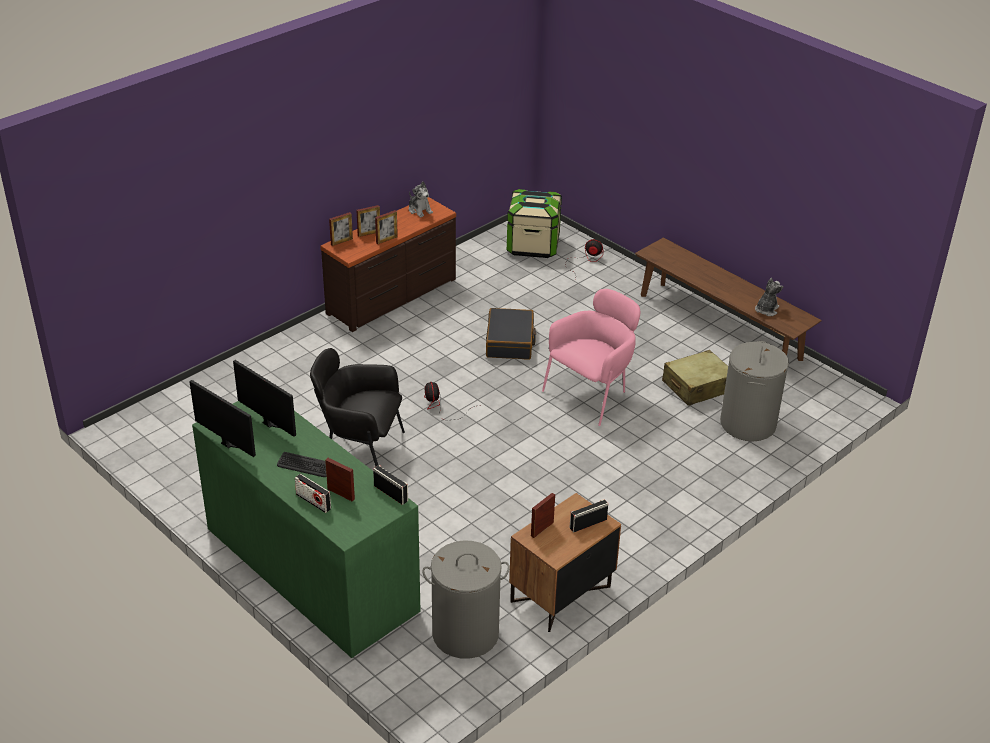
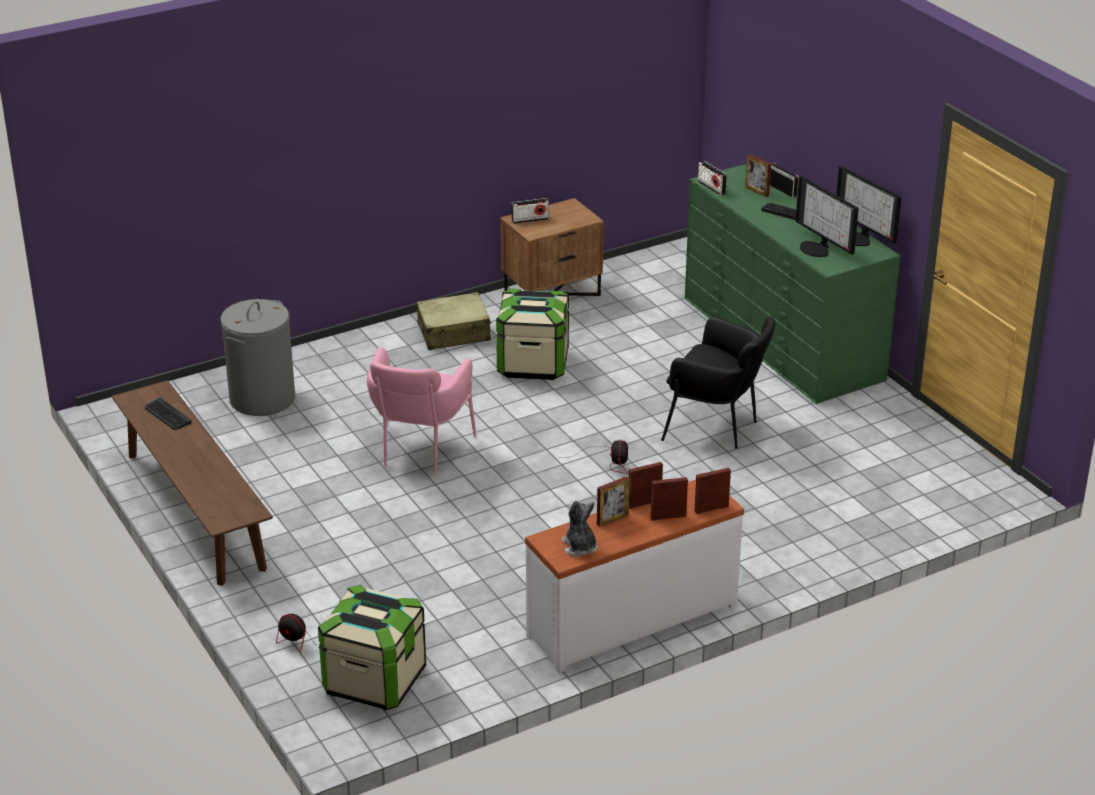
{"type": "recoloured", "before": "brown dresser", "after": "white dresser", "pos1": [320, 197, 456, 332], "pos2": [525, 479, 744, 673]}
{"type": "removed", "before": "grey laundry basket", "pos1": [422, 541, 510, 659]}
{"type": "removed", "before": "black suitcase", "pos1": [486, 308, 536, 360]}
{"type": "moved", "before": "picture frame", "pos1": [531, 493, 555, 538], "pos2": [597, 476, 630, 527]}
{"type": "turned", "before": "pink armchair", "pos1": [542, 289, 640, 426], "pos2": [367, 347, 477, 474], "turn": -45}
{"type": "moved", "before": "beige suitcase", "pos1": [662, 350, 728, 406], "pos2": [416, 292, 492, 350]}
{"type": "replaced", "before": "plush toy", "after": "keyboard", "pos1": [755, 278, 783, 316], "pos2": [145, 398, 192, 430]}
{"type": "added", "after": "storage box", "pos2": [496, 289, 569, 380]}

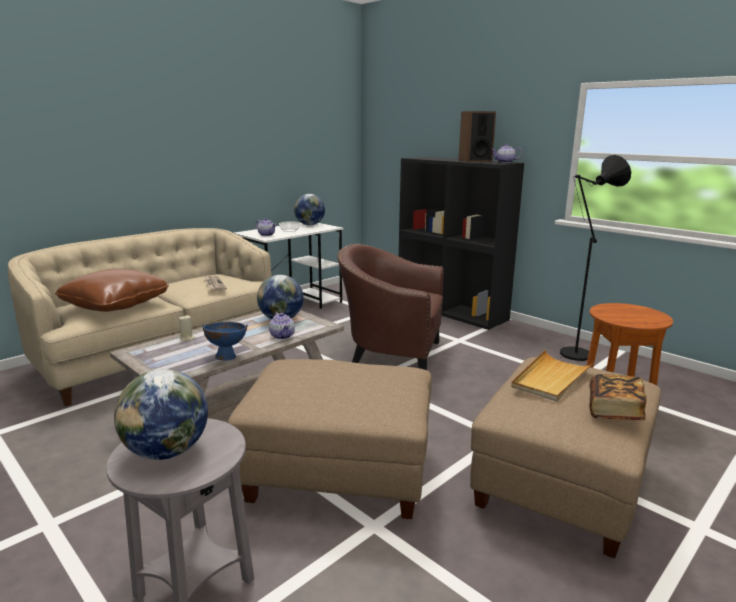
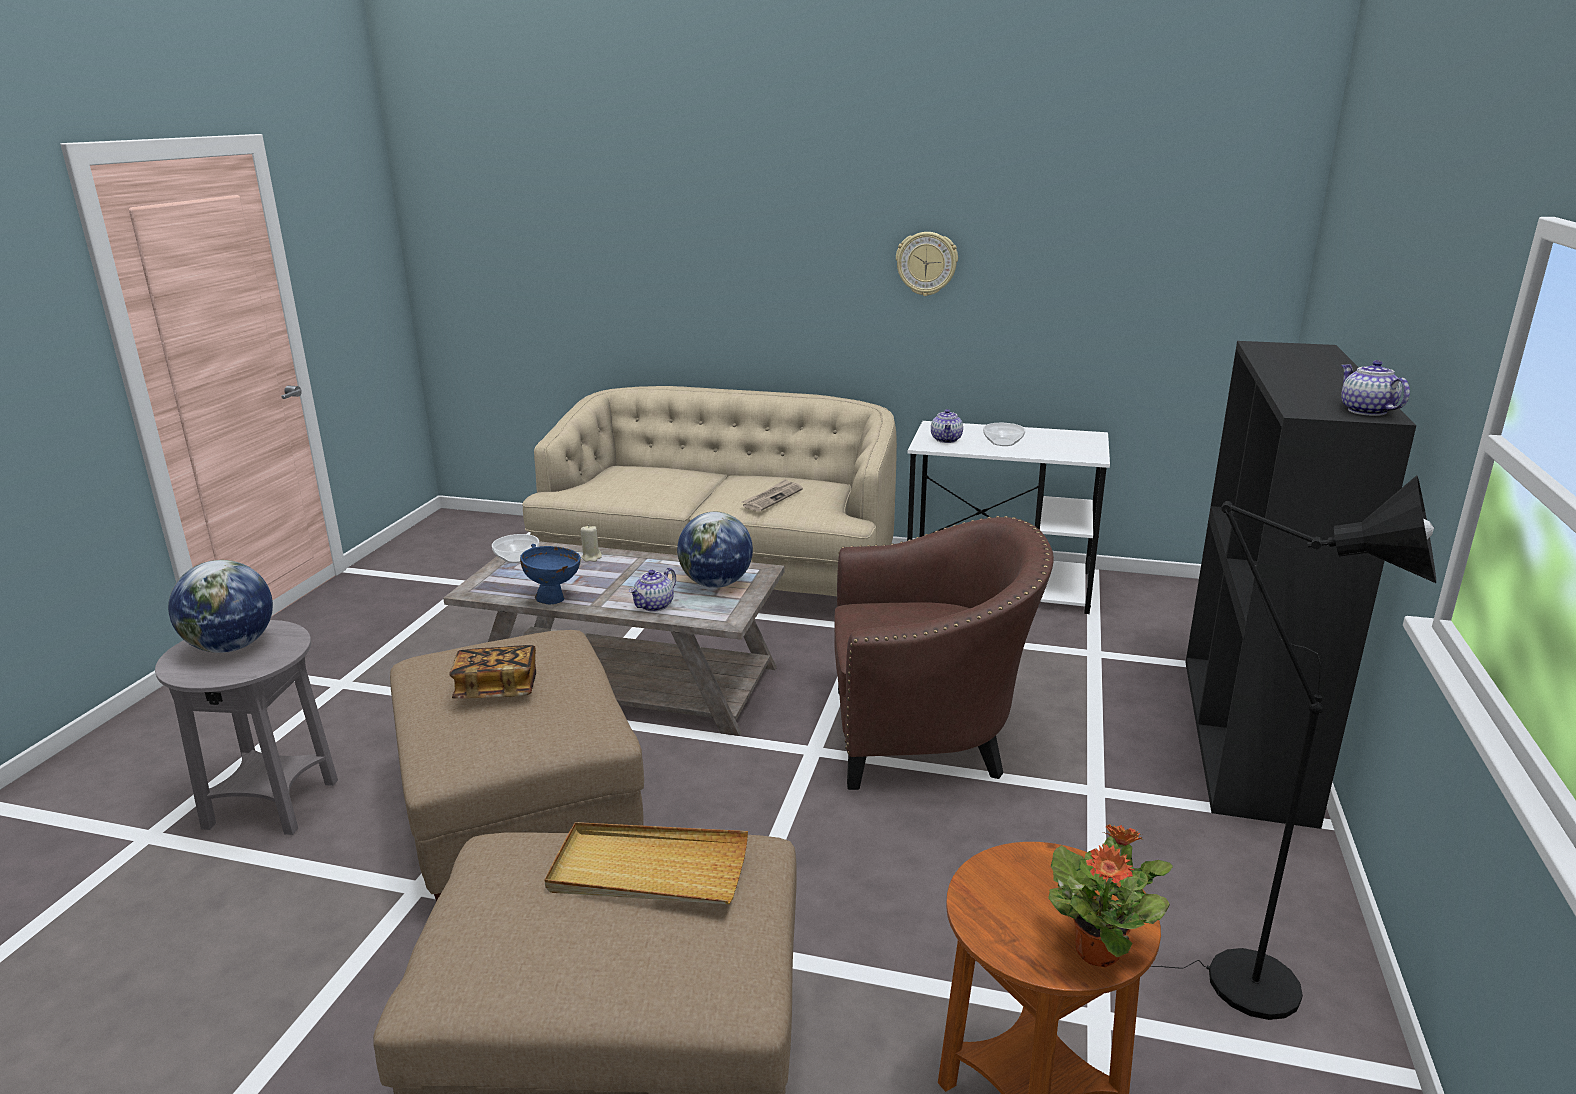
{"type": "removed", "before": "brown pillow", "pos1": [55, 269, 169, 312]}
{"type": "removed", "before": "globe", "pos1": [294, 194, 325, 225]}
{"type": "turned", "before": "brown armchair", "pos1": [337, 244, 444, 370], "pos2": [834, 516, 1054, 790], "turn": 105}
{"type": "removed", "before": "speaker", "pos1": [458, 111, 496, 162]}
{"type": "moved", "before": "book", "pos1": [589, 374, 646, 420], "pos2": [449, 645, 536, 699]}
{"type": "added", "after": "bowl", "pos2": [492, 534, 539, 563]}
{"type": "added", "after": "wall clock", "pos2": [896, 232, 958, 296]}
{"type": "added", "after": "potted plant", "pos2": [1048, 824, 1173, 968]}

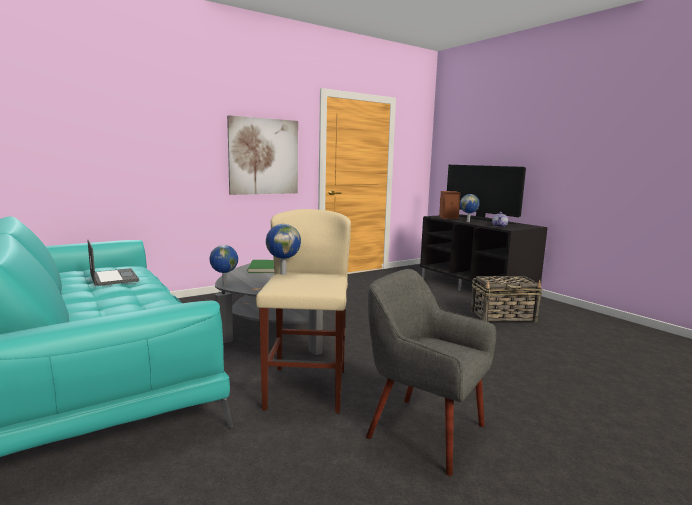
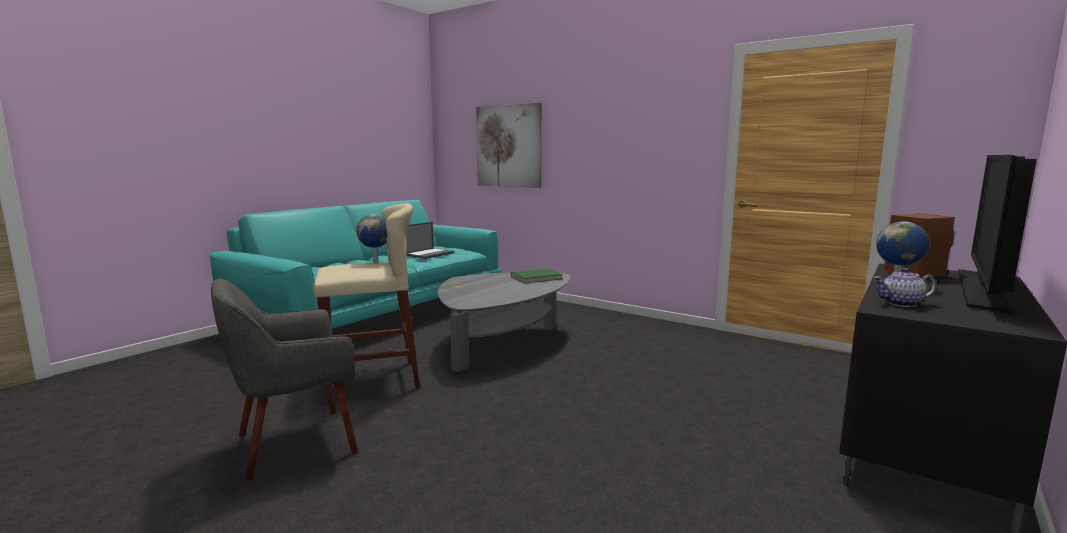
{"type": "removed", "before": "globe", "pos1": [210, 245, 238, 286]}
{"type": "moved", "before": "picture", "pos1": [227, 115, 298, 195], "pos2": [476, 103, 542, 188]}
{"type": "turned", "before": "grey armchair", "pos1": [366, 269, 496, 476], "pos2": [211, 279, 358, 481], "turn": -135}
{"type": "removed", "before": "basket", "pos1": [470, 276, 542, 322]}

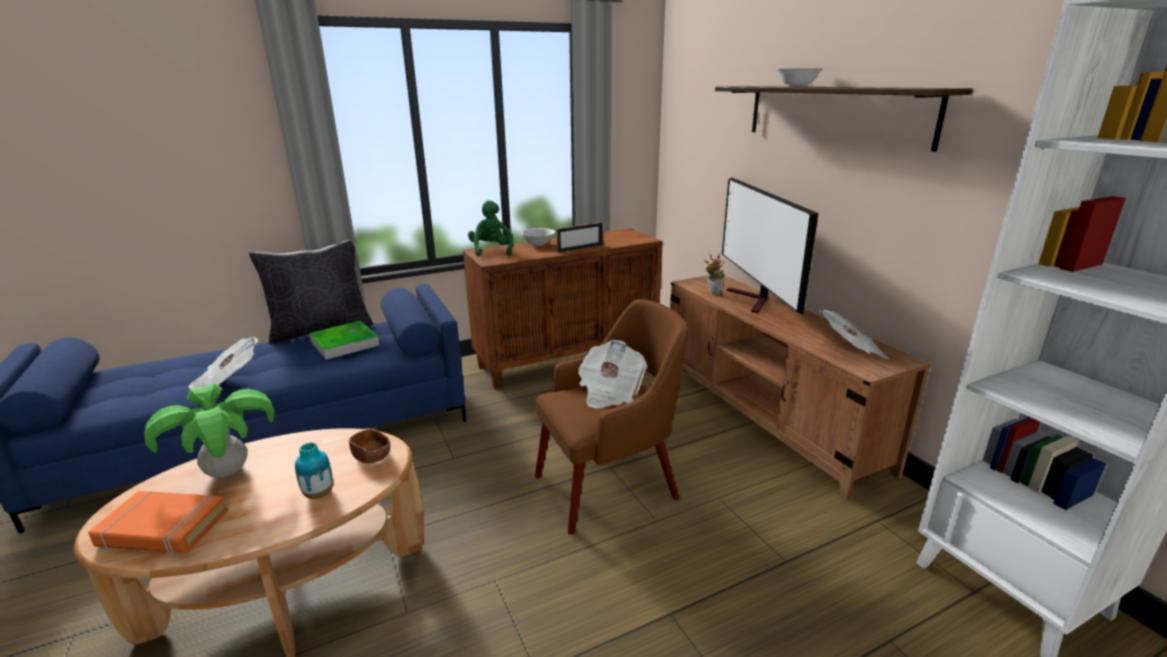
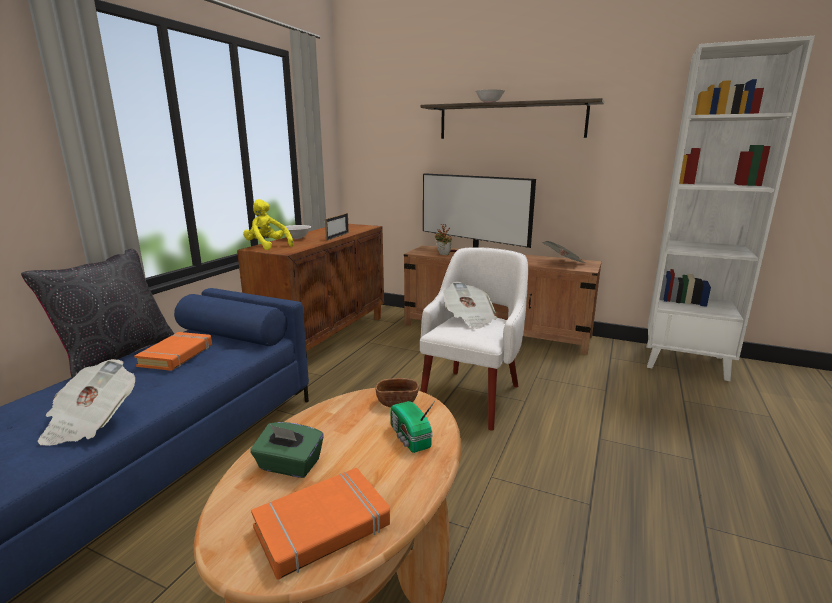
{"type": "replaced", "before": "potted plant", "after": "green tissue box", "pos1": [144, 383, 274, 478], "pos2": [250, 422, 324, 478]}
{"type": "replaced", "before": "vase", "after": "radio", "pos1": [295, 442, 333, 499], "pos2": [390, 401, 435, 453]}
{"type": "replaced", "before": "tray", "after": "orange book", "pos1": [309, 321, 379, 360], "pos2": [134, 332, 212, 371]}
{"type": "recoloured", "before": "green plush toy", "after": "yellow plush toy", "pos1": [468, 200, 514, 256], "pos2": [243, 199, 294, 250]}
{"type": "recoloured", "before": "brown armchair", "after": "white armchair", "pos1": [535, 299, 688, 535], "pos2": [420, 247, 528, 431]}

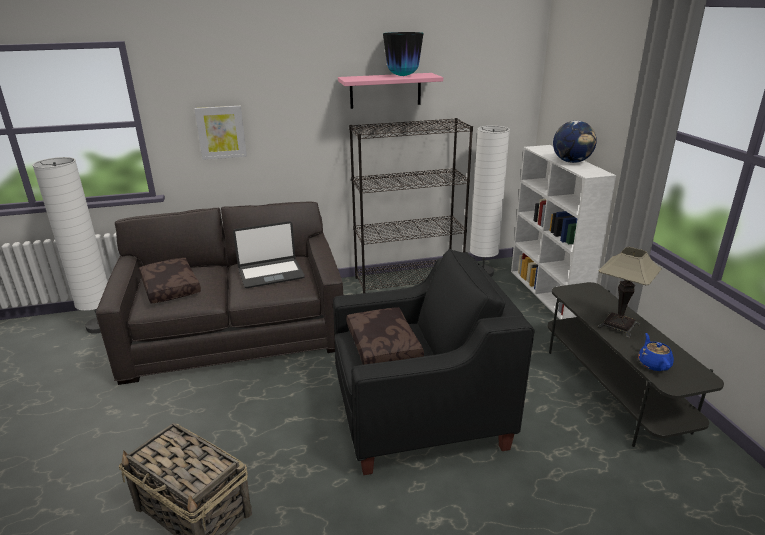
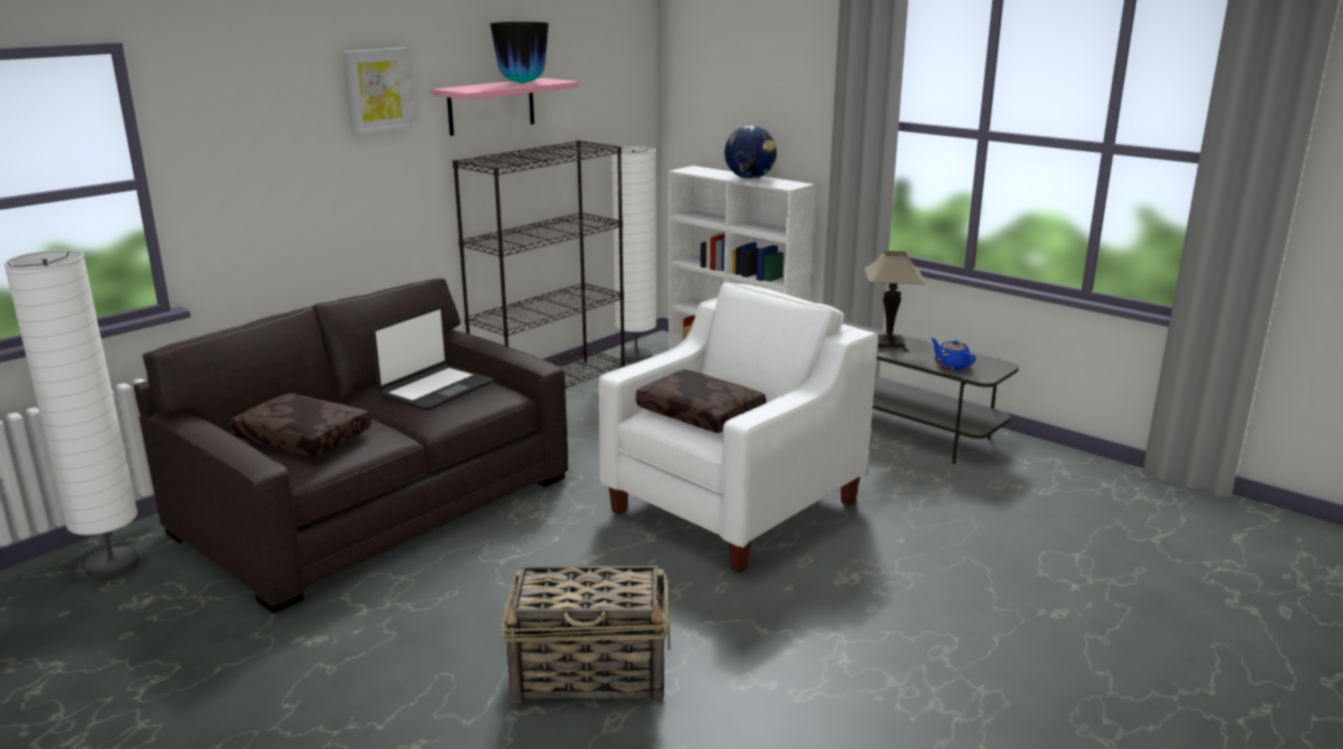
{"type": "moved", "before": "picture", "pos1": [195, 106, 247, 160], "pos2": [343, 48, 413, 135]}
{"type": "recoloured", "before": "black armchair", "after": "white armchair", "pos1": [333, 249, 534, 475], "pos2": [599, 282, 878, 573]}

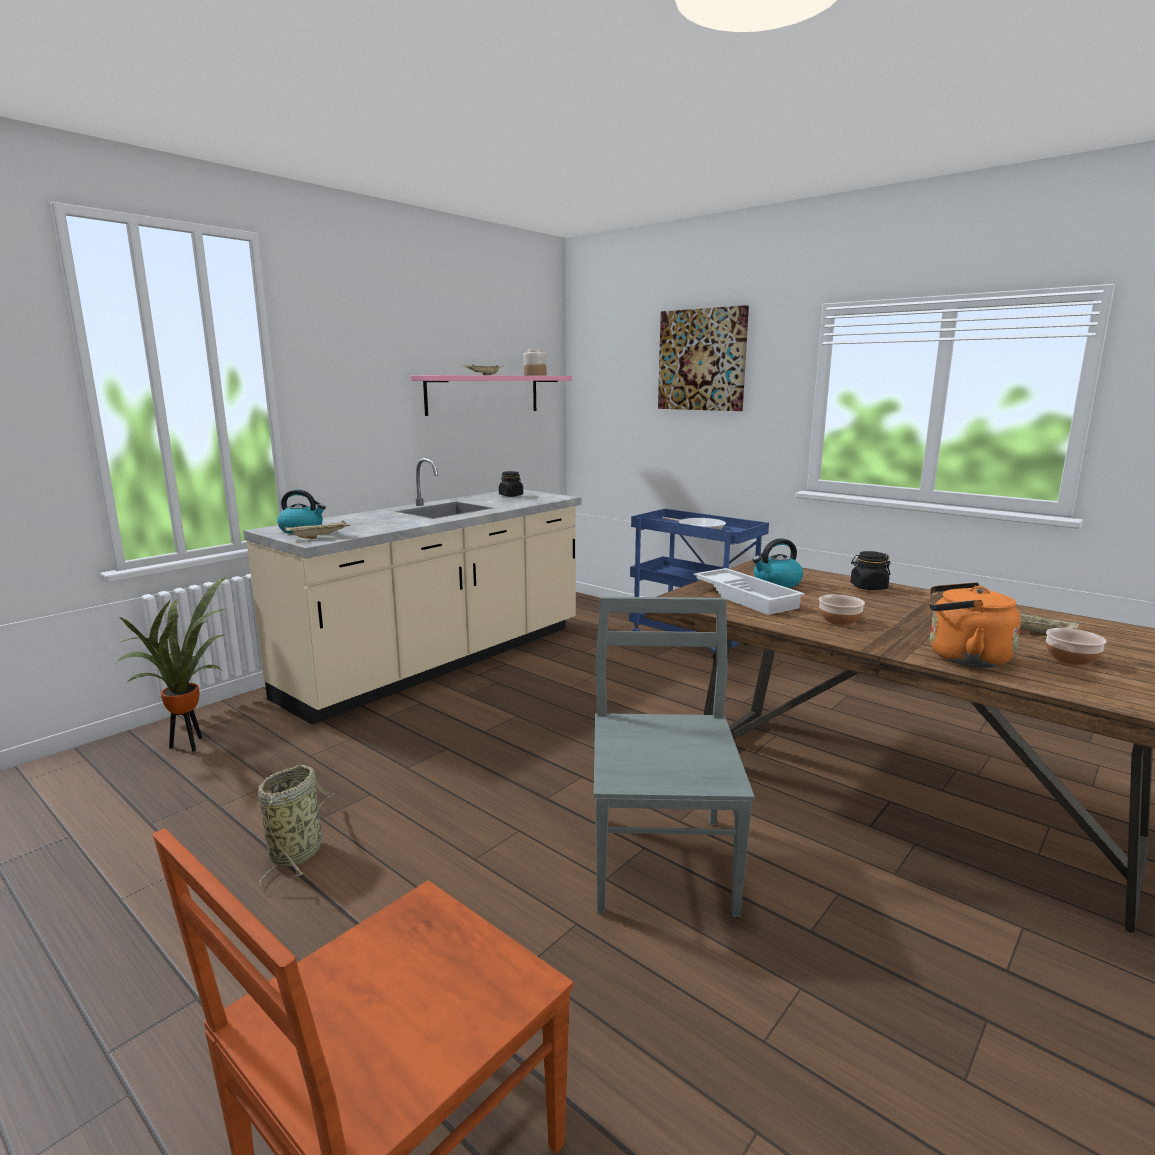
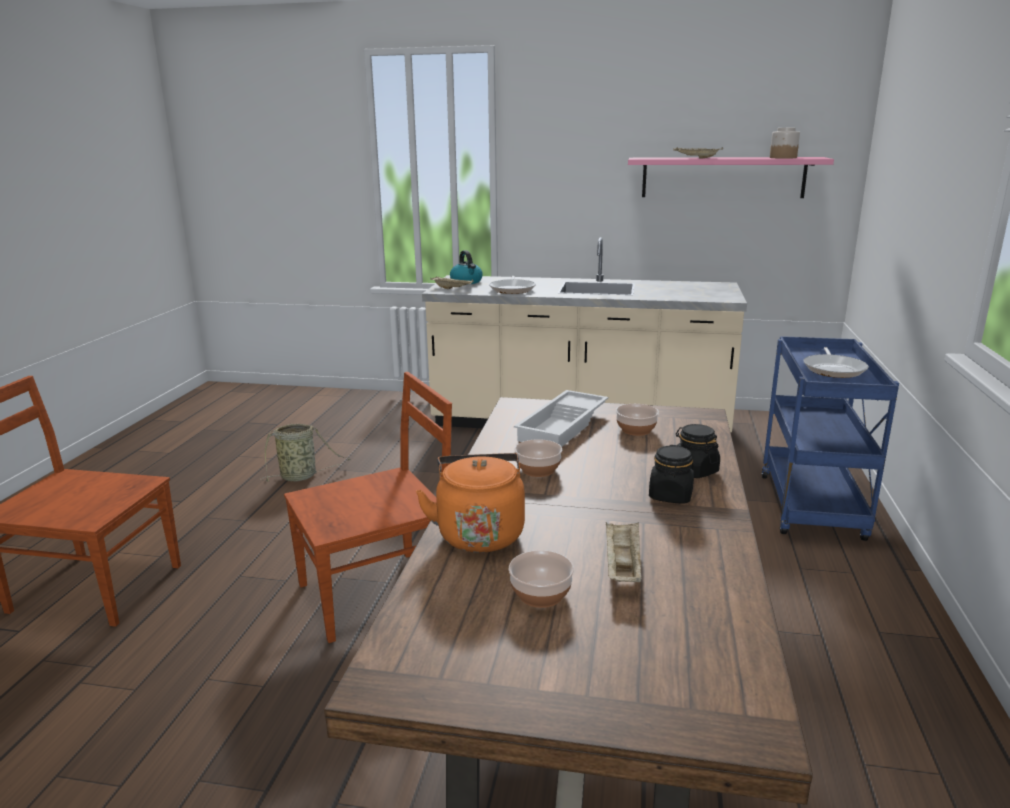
{"type": "removed", "before": "potted plant", "pos1": [117, 577, 226, 752]}
{"type": "moved", "before": "black jar", "pos1": [499, 471, 523, 497], "pos2": [649, 445, 694, 504]}
{"type": "recoloured", "before": "grey chair", "after": "brown chair", "pos1": [594, 597, 755, 917], "pos2": [284, 372, 452, 643]}
{"type": "removed", "before": "picture", "pos1": [658, 305, 749, 411]}
{"type": "replaced", "before": "kettle", "after": "bowl", "pos1": [752, 538, 803, 588], "pos2": [616, 404, 659, 436]}
{"type": "added", "after": "frying pan", "pos2": [489, 276, 536, 294]}

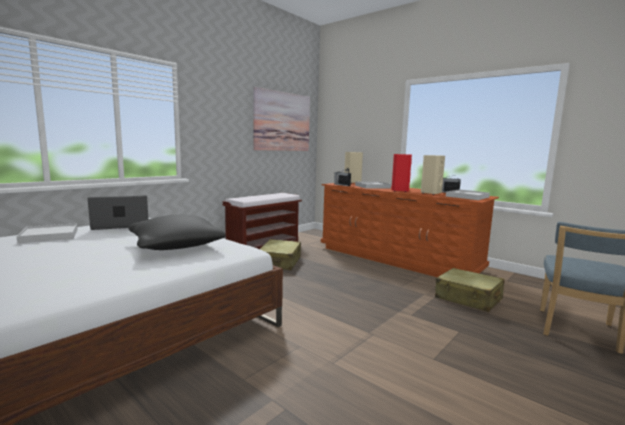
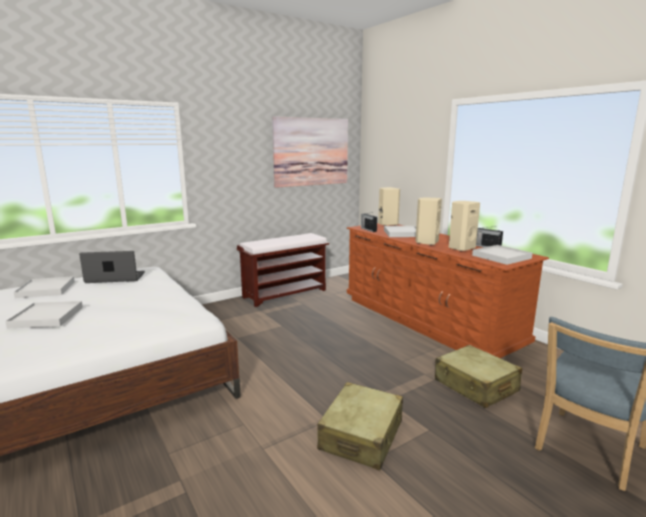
{"type": "removed", "before": "black pillow", "pos1": [128, 214, 226, 250]}
{"type": "moved", "before": "beige suitcase", "pos1": [260, 239, 301, 270], "pos2": [317, 382, 403, 470]}
{"type": "recoloured", "before": "red speaker", "after": "beige speaker", "pos1": [392, 154, 412, 192], "pos2": [415, 197, 442, 245]}
{"type": "added", "after": "white tray", "pos2": [5, 301, 83, 328]}

